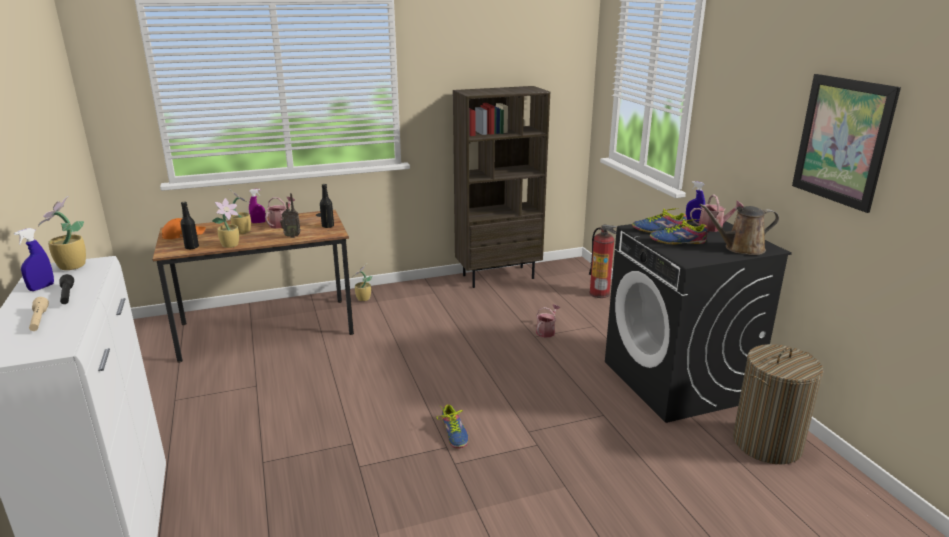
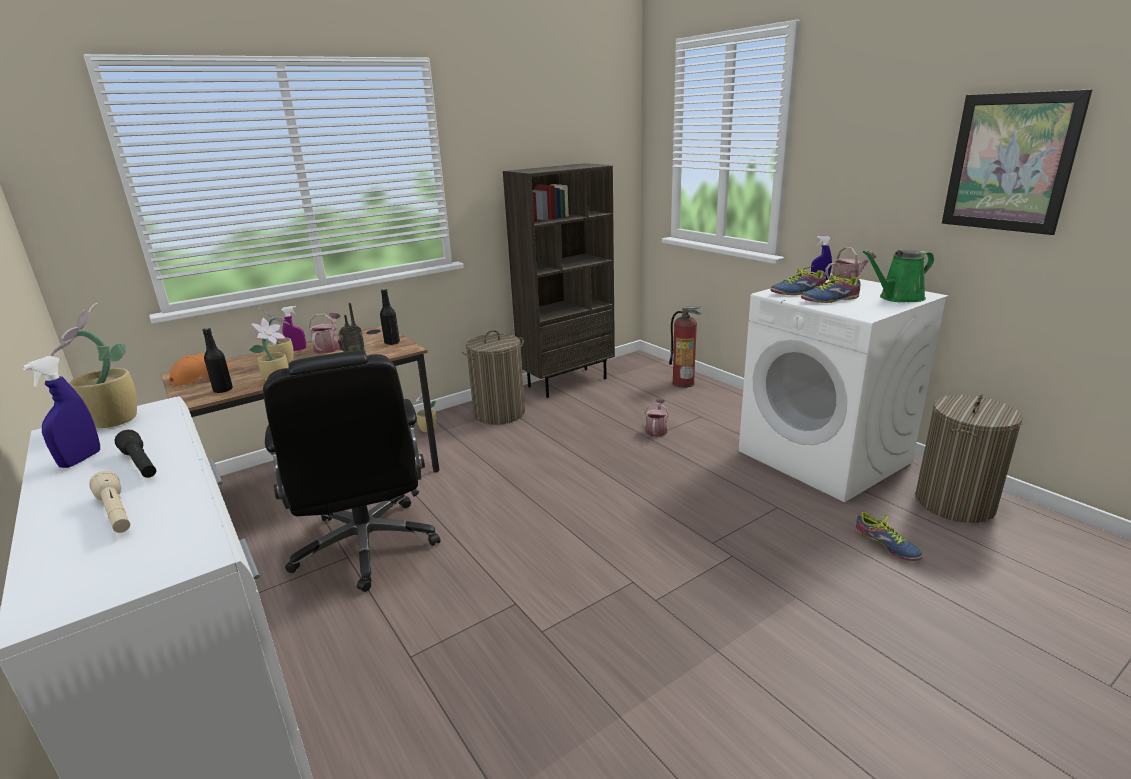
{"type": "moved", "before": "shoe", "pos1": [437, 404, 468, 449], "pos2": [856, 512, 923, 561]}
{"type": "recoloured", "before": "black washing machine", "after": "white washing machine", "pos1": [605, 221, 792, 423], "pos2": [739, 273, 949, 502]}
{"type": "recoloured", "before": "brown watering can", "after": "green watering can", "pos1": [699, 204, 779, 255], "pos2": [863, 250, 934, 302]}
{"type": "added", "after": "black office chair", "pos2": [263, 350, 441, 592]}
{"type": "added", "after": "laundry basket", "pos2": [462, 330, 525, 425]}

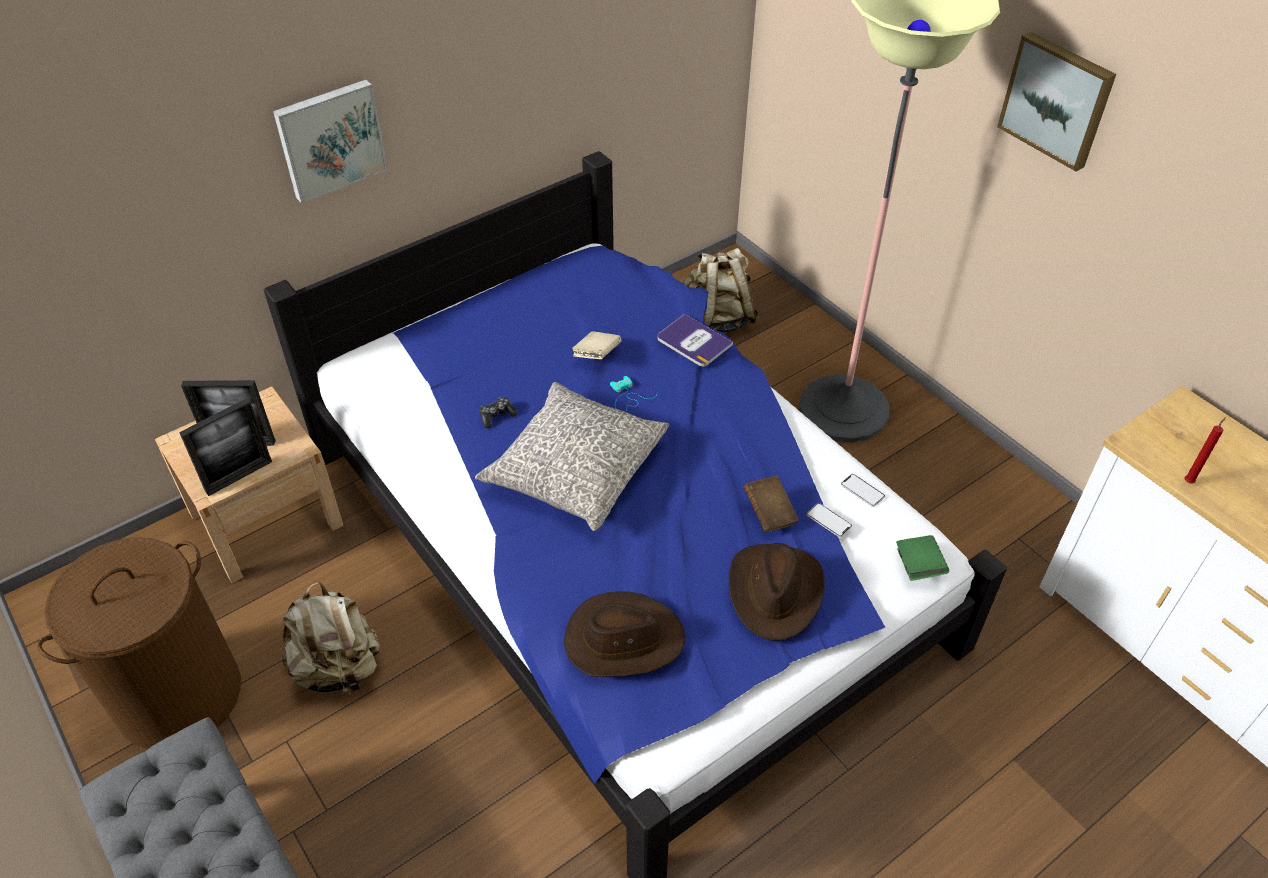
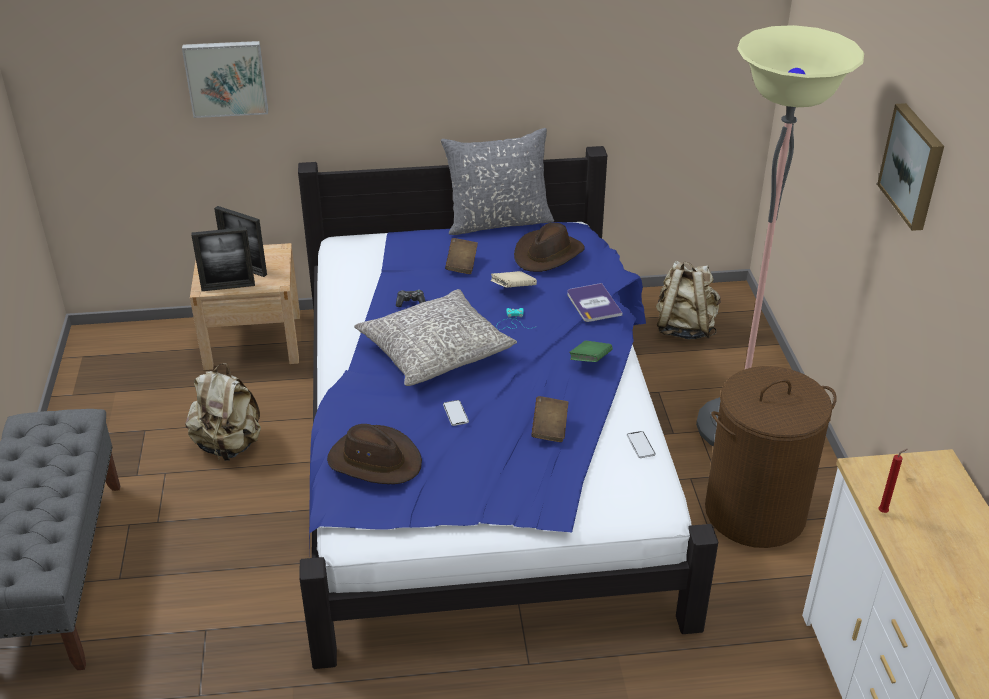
{"type": "moved", "before": "brown laundry basket", "pos1": [37, 537, 241, 750], "pos2": [705, 366, 837, 548]}
{"type": "moved", "before": "picture", "pos1": [273, 80, 388, 203], "pos2": [182, 41, 268, 118]}
{"type": "moved", "before": "brown hat", "pos1": [729, 543, 825, 641], "pos2": [514, 223, 584, 272]}
{"type": "moved", "before": "phone", "pos1": [806, 503, 852, 537], "pos2": [443, 400, 469, 426]}
{"type": "moved", "before": "green book", "pos1": [896, 535, 949, 581], "pos2": [569, 341, 613, 362]}
{"type": "added", "after": "grey pillow", "pos2": [441, 128, 554, 235]}
{"type": "added", "after": "brown book", "pos2": [445, 238, 478, 274]}

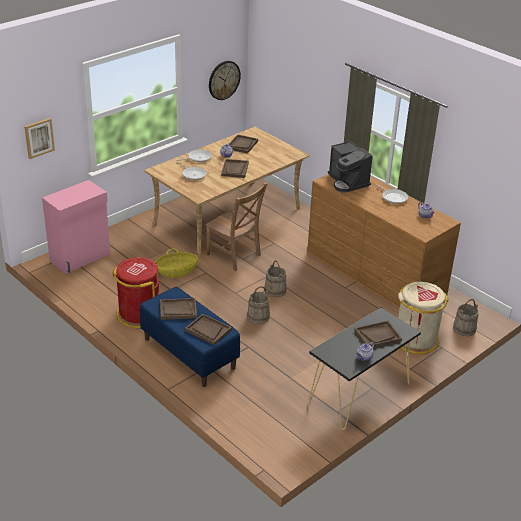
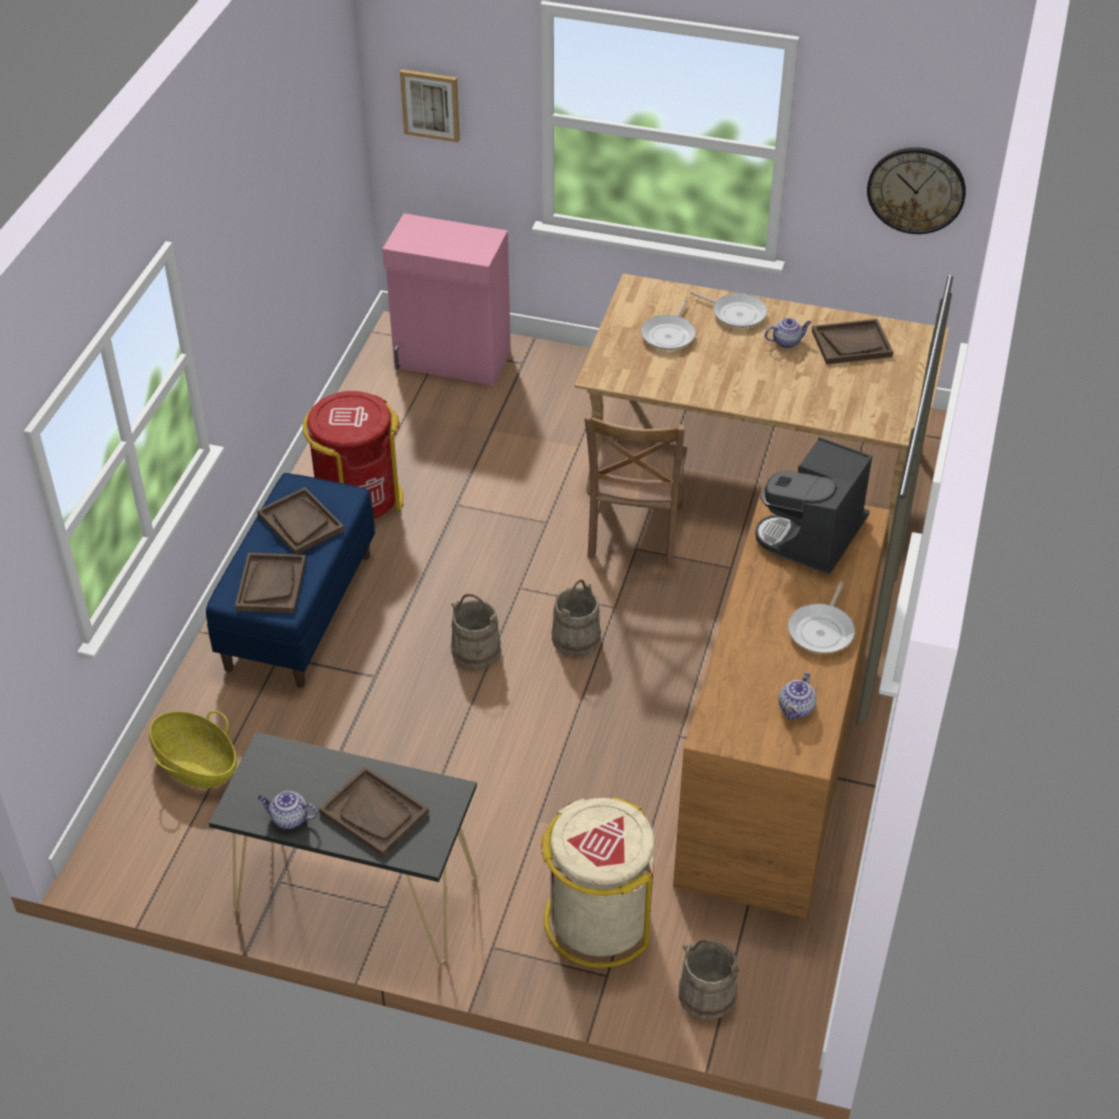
{"type": "moved", "before": "basket", "pos1": [155, 249, 198, 278], "pos2": [149, 710, 237, 788]}
{"type": "removed", "before": "brown tray", "pos1": [221, 159, 249, 178]}

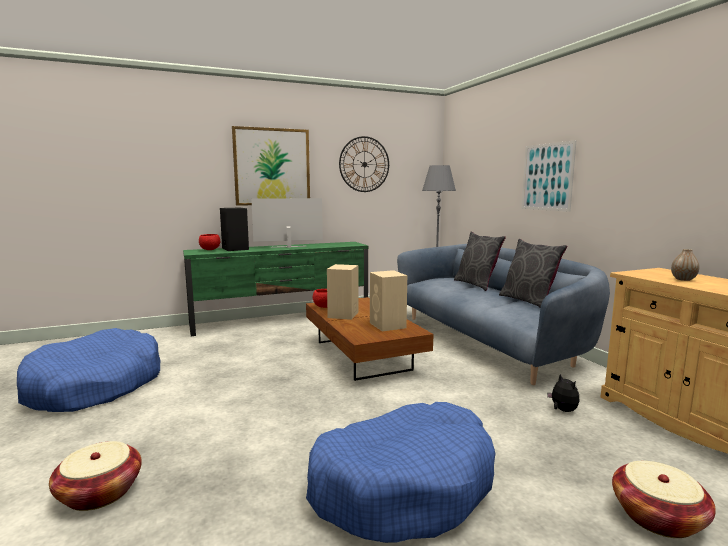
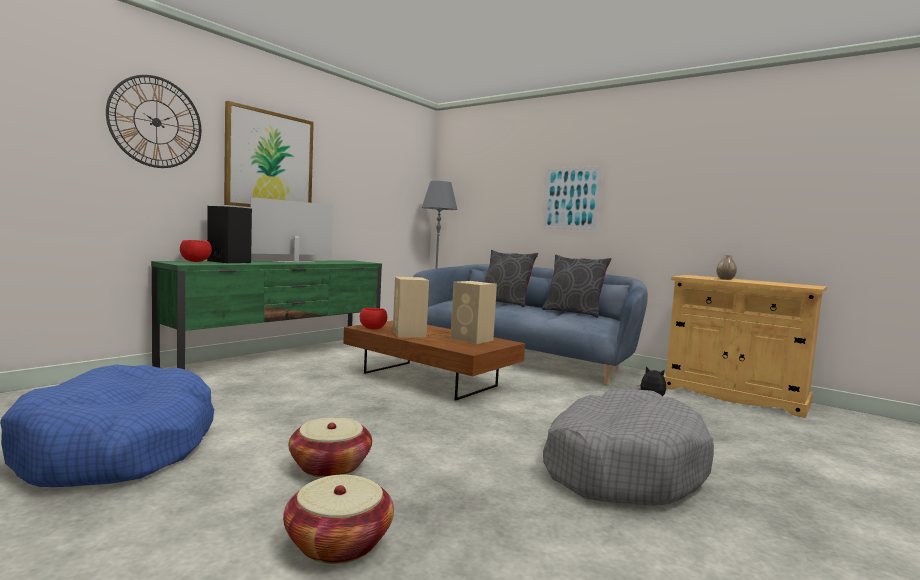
{"type": "recoloured", "before": "blue dog bed", "after": "grey dog bed", "pos1": [306, 402, 495, 543], "pos2": [543, 389, 714, 506]}
{"type": "moved", "before": "wall clock", "pos1": [339, 136, 389, 192], "pos2": [106, 75, 201, 168]}
{"type": "moved", "before": "basket", "pos1": [612, 461, 716, 538], "pos2": [289, 418, 372, 477]}

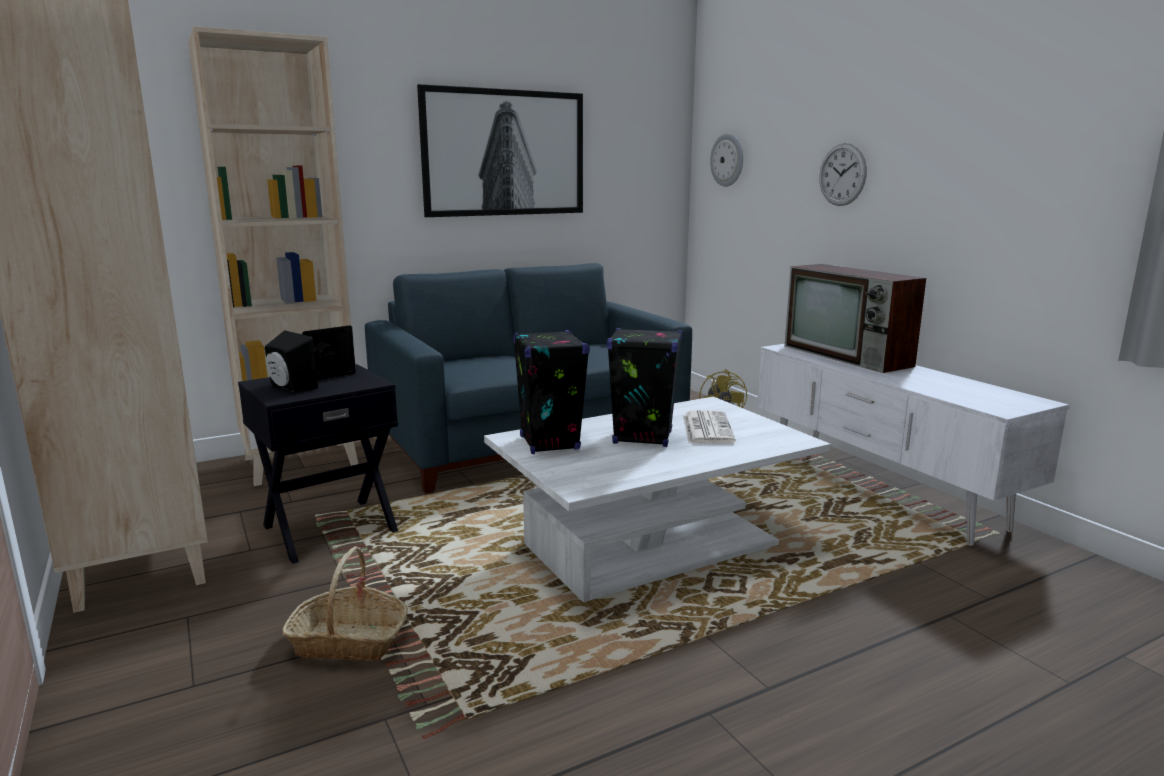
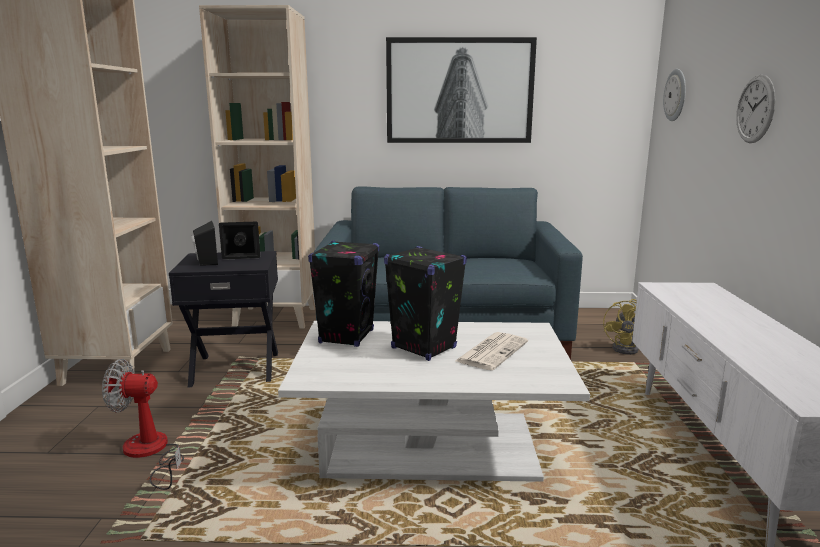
{"type": "replaced", "before": "basket", "after": "fan", "pos1": [282, 546, 408, 661], "pos2": [102, 359, 184, 490]}
{"type": "removed", "before": "television", "pos1": [785, 264, 926, 373]}

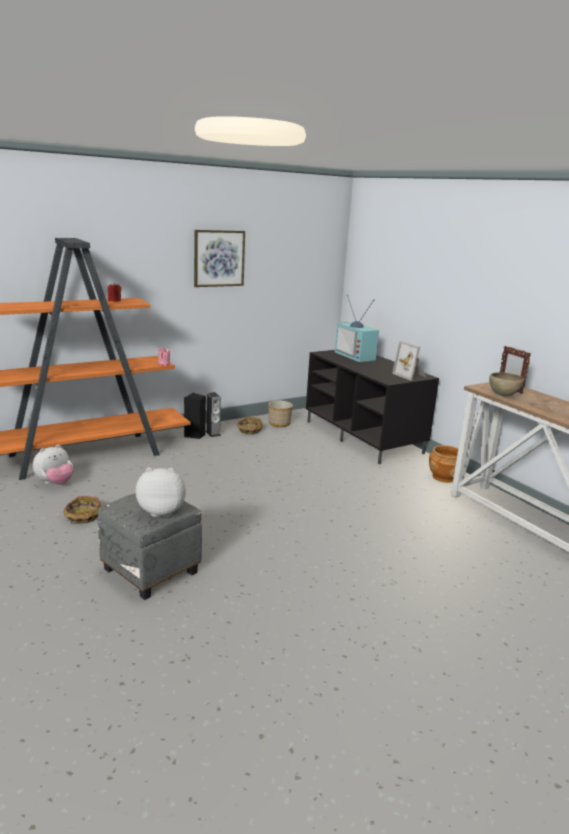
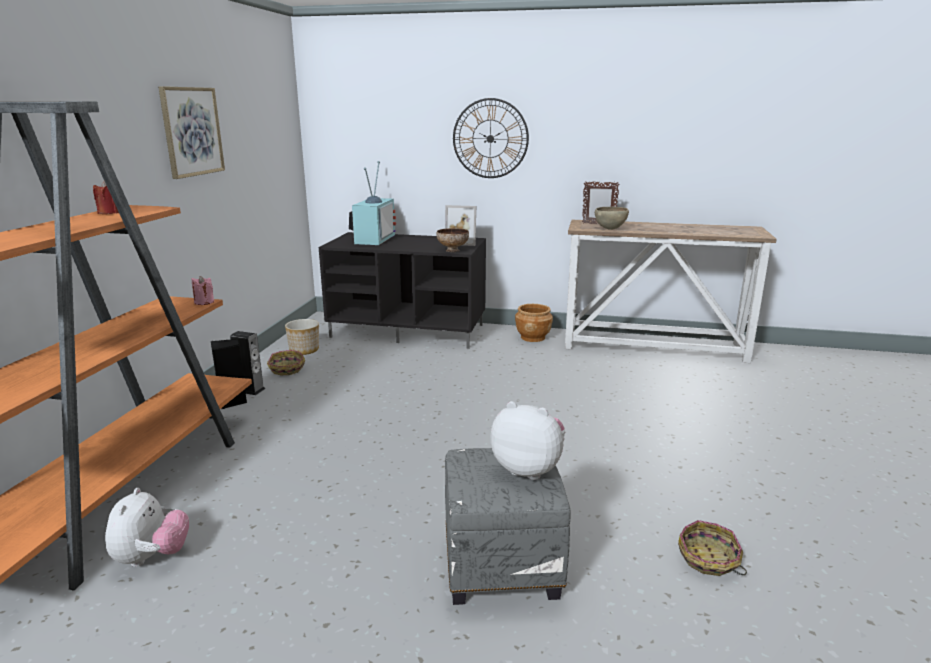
{"type": "moved", "before": "basket", "pos1": [63, 496, 101, 524], "pos2": [678, 520, 747, 576]}
{"type": "turned", "before": "plush toy", "pos1": [136, 467, 186, 517], "pos2": [490, 401, 565, 480], "turn": 75}
{"type": "turned", "before": "television", "pos1": [335, 294, 379, 362], "pos2": [349, 161, 396, 245], "turn": -90}
{"type": "added", "after": "bowl", "pos2": [436, 228, 469, 252]}
{"type": "added", "after": "wall clock", "pos2": [453, 98, 529, 178]}

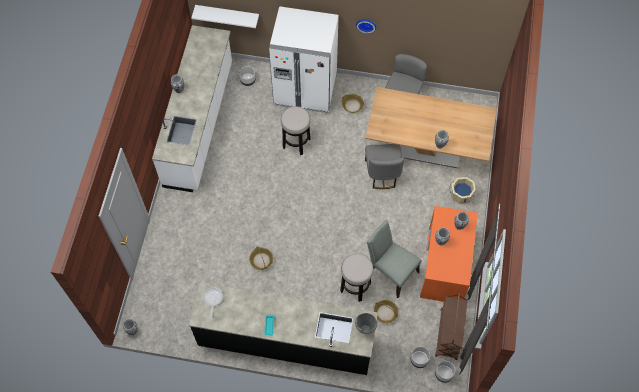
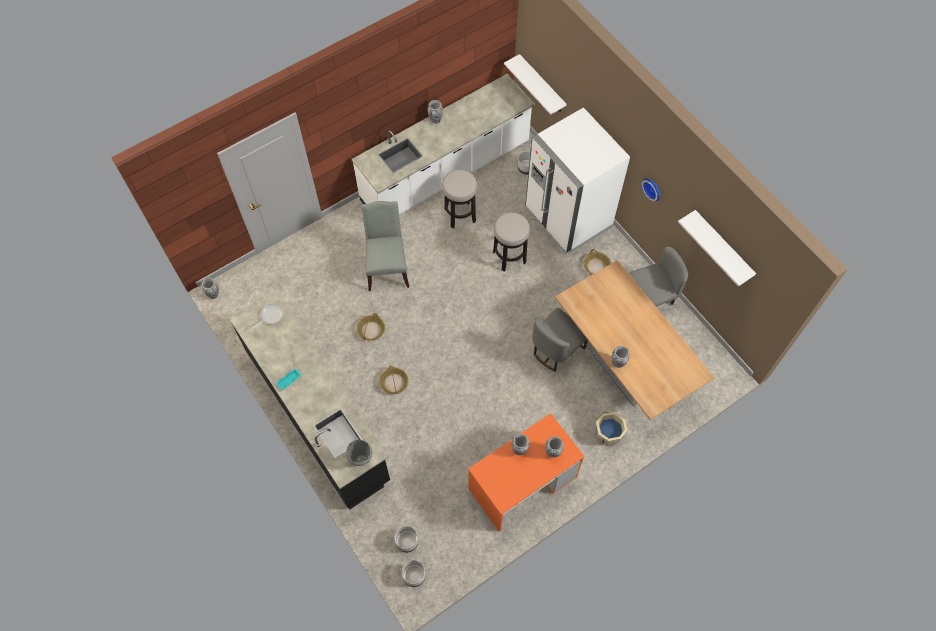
{"type": "moved", "before": "stool", "pos1": [340, 254, 374, 302], "pos2": [442, 169, 478, 229]}
{"type": "moved", "before": "grey chair", "pos1": [367, 220, 421, 298], "pos2": [361, 201, 409, 291]}
{"type": "moved", "before": "basket", "pos1": [374, 300, 399, 323], "pos2": [379, 365, 408, 394]}
{"type": "removed", "before": "brown cart", "pos1": [435, 292, 468, 360]}
{"type": "added", "after": "white shelf", "pos2": [678, 210, 756, 286]}

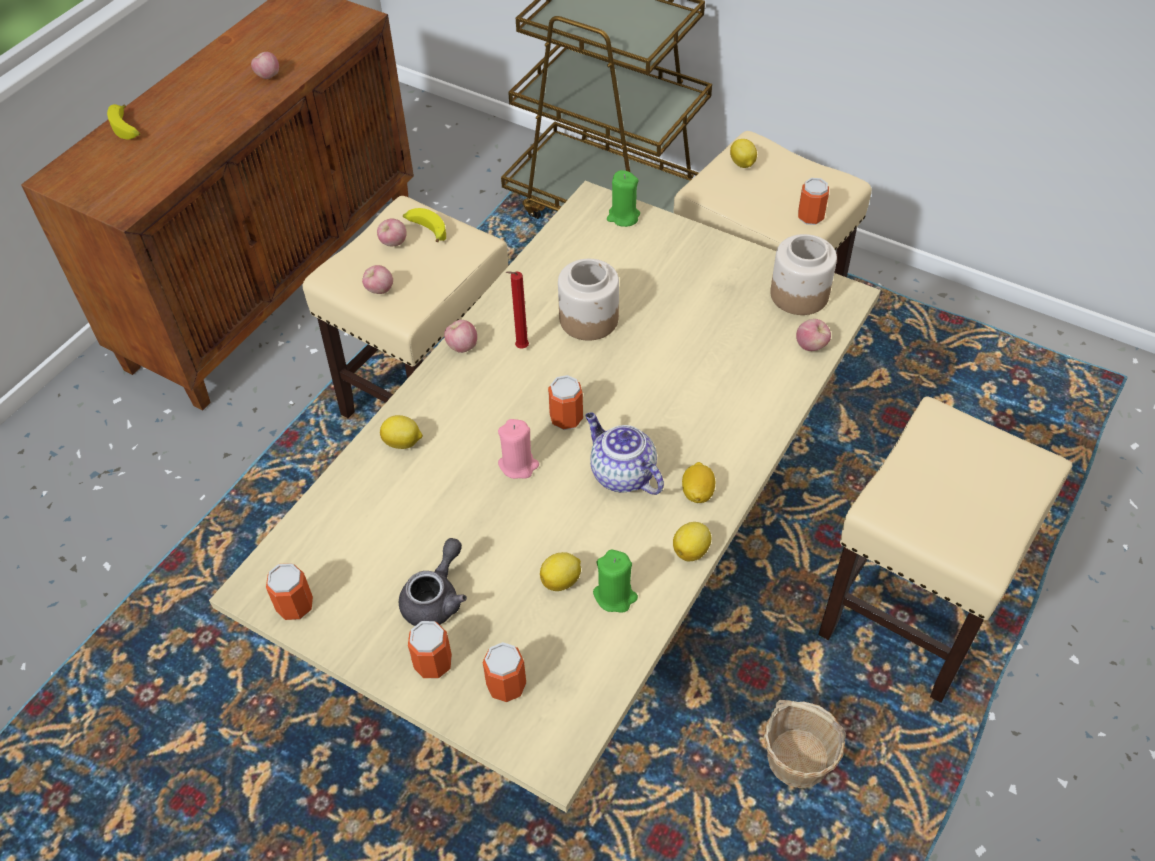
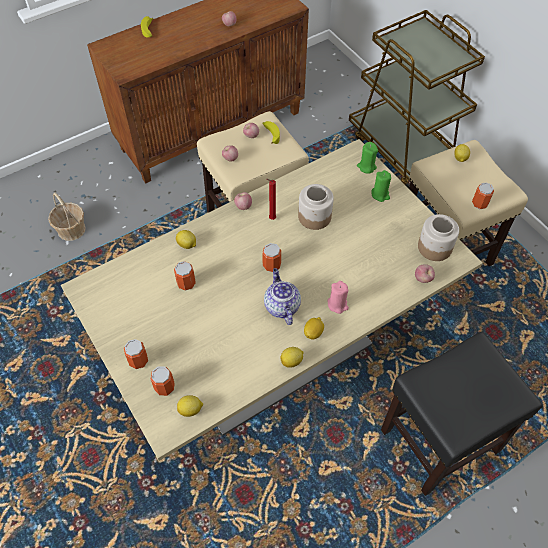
{"type": "moved", "before": "can", "pos1": [266, 563, 313, 620], "pos2": [174, 261, 196, 291]}
{"type": "removed", "before": "grey teapot", "pos1": [399, 538, 467, 626]}
{"type": "moved", "before": "pink candle", "pos1": [498, 419, 539, 479], "pos2": [328, 281, 349, 314]}
{"type": "moved", "before": "lemon", "pos1": [540, 552, 581, 591], "pos2": [177, 395, 203, 417]}
{"type": "moved", "before": "green candle", "pos1": [593, 550, 638, 613], "pos2": [372, 170, 391, 202]}
{"type": "moved", "before": "basket", "pos1": [764, 700, 846, 788], "pos2": [48, 193, 86, 241]}
{"type": "recoloured", "before": "beige stool", "after": "black stool", "pos1": [818, 397, 1072, 703], "pos2": [381, 332, 543, 496]}

